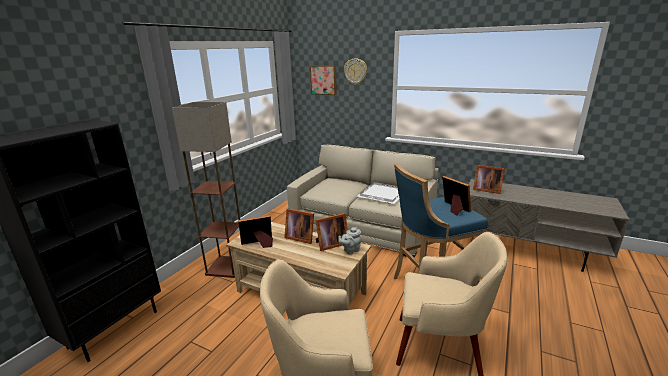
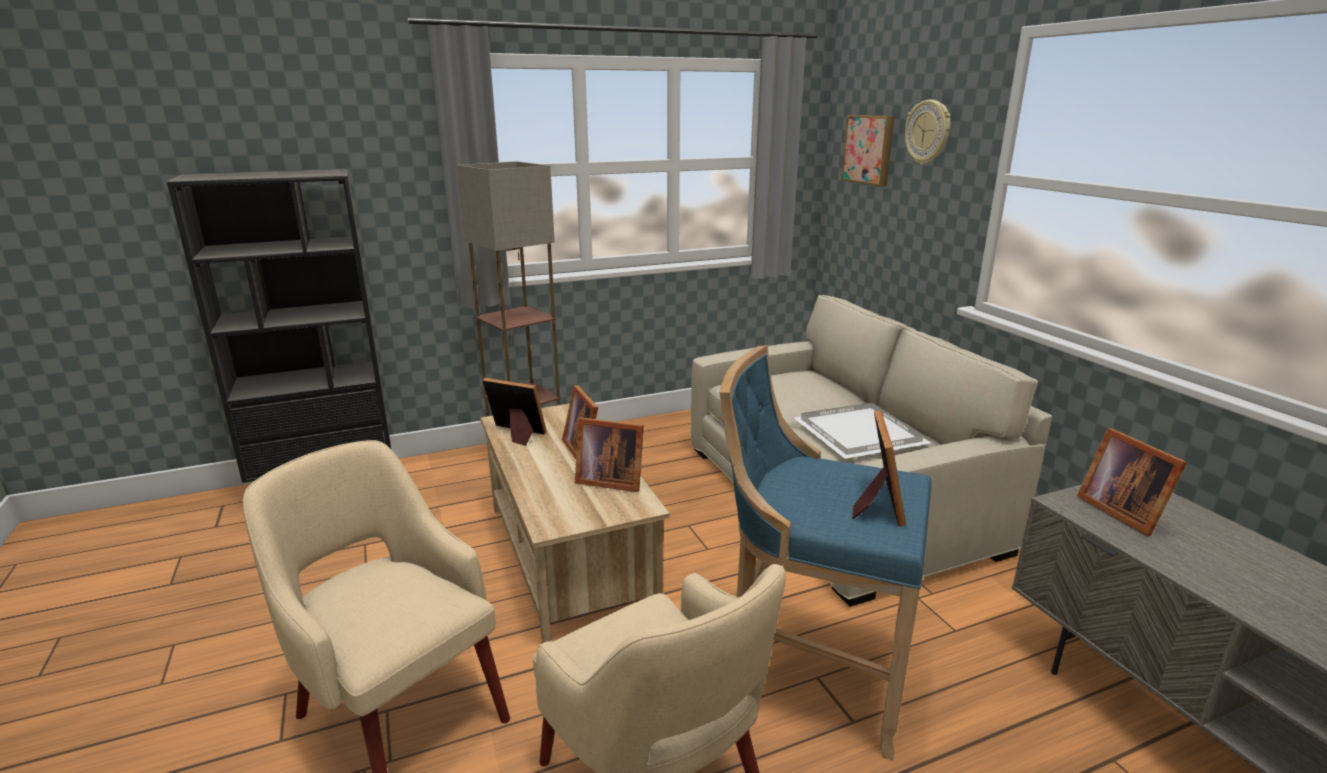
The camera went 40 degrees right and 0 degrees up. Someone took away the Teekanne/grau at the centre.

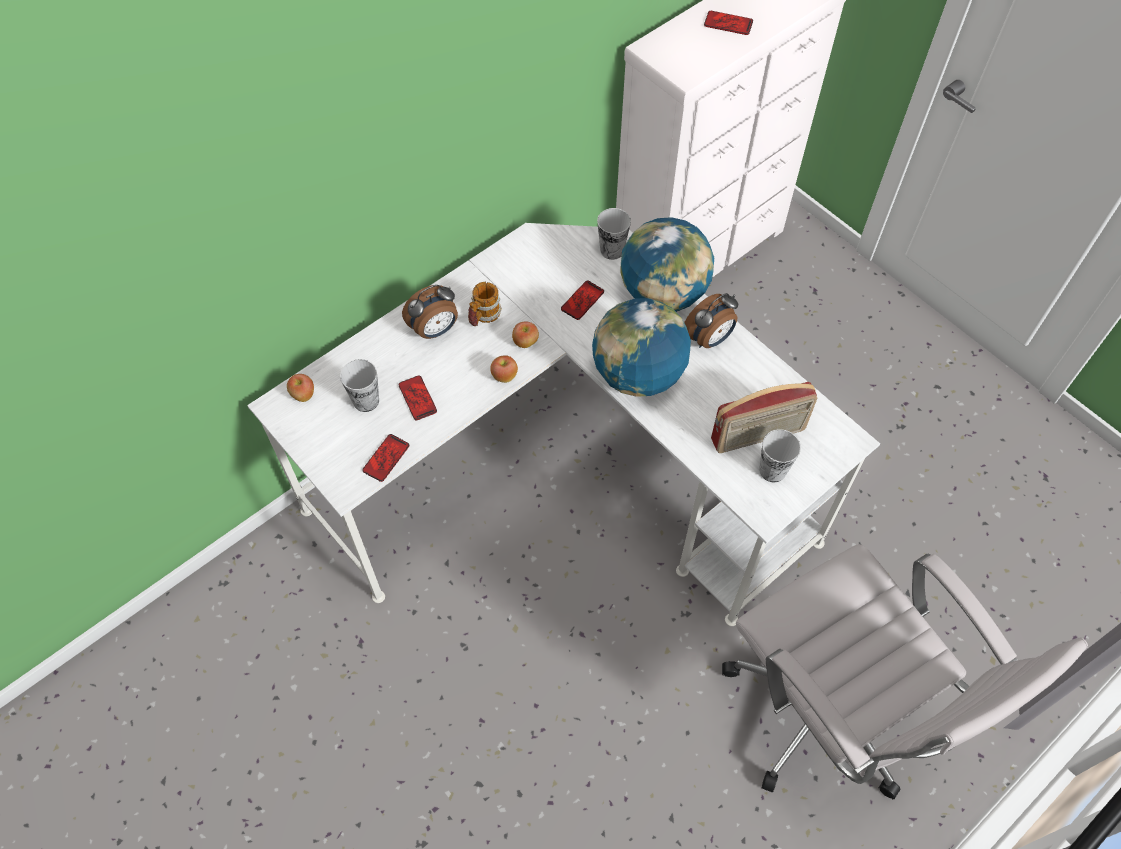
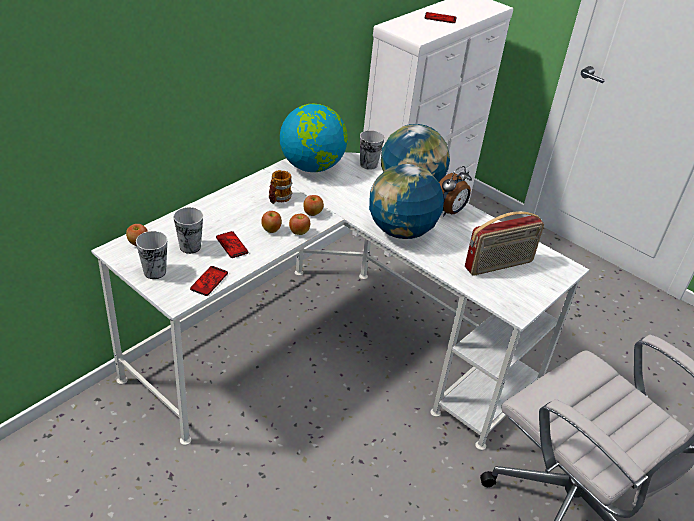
The camera went 10 degrees left and 20 degrees down. Someone took away the Wecker (no. 1 from left) at the centre. Someone took away the Handy (no. 3 from left) at the centre. Someone put down the Apfel (no. 2 from left) at the centre. Someone put down the Globus (no. 1 from left) at the top centre. Someone carried the Tasse (no. 3 from left in the first image) from the middle right to the middle left.

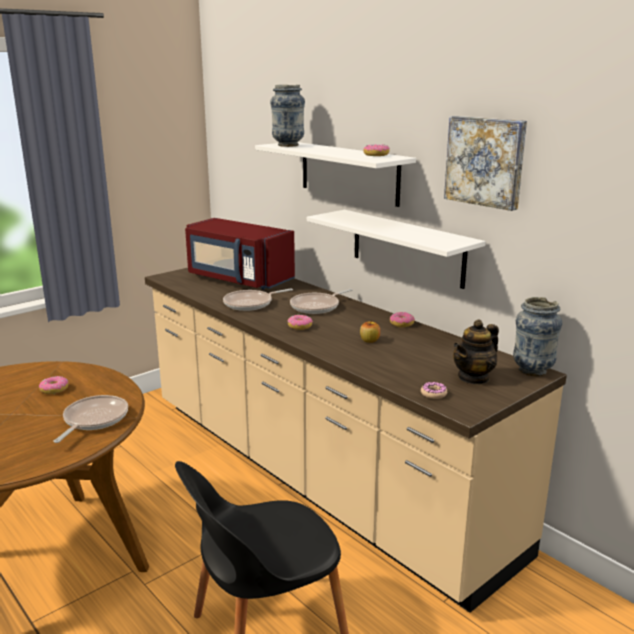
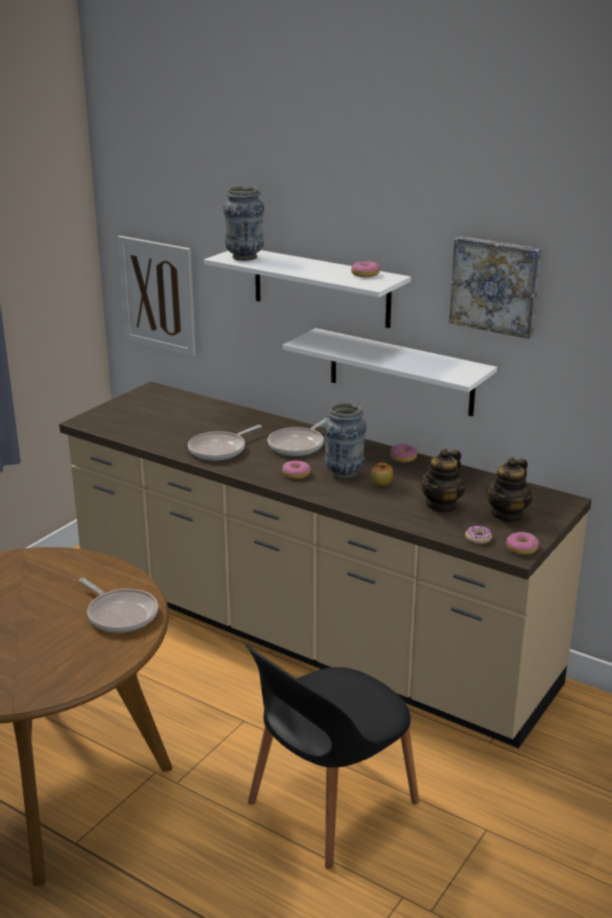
The camera went 15 degrees left and 5 degrees up. Someone took away the Mikrowelle/rot at the centre. Someone put up the Bild (no. 1 from left) at the top left. Someone put down the Teekanne (no. 1 from left) at the middle right. Someone carried the Donut (no. 1 from left in the first image) from the middle left to the middle right. Someone carried the Vase (no. 2 from left) from the middle right to the centre. Someone rotated the Pfanne (no. 1 from left) at the middle left by 135 degrees clockwise.

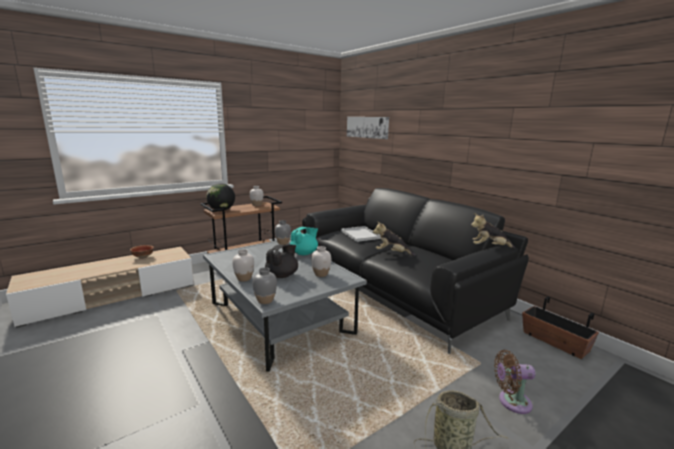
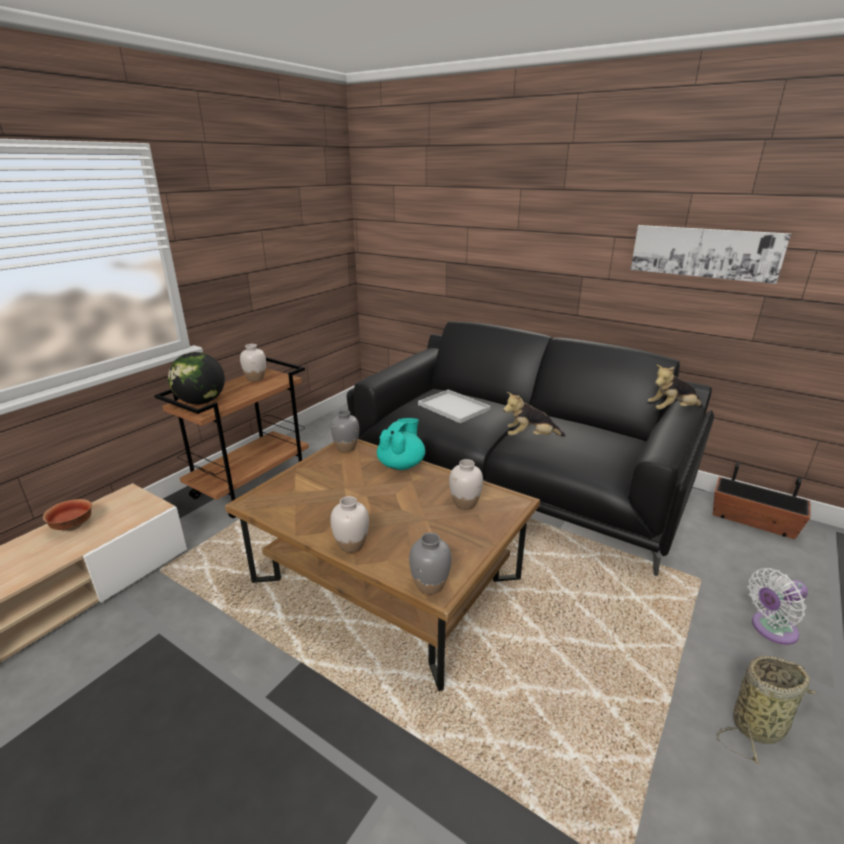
The camera went 20 degrees left and 10 degrees up. Someone took away the Teekanne/schwarz at the centre. Someone carried the Bild from the top centre to the top right. Someone repainted the Couchtisch/grau at the bottom centre, which became the Couchtisch/braun at the bottom centre. Someone repainted the Ventilator/braun at the bottom right, which became the Ventilator/weiß at the bottom right.

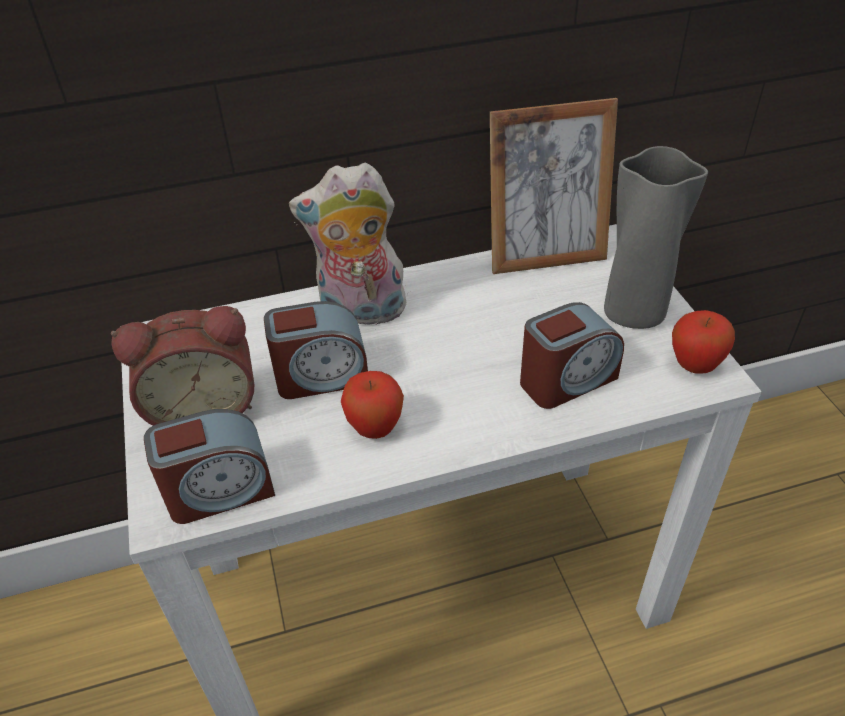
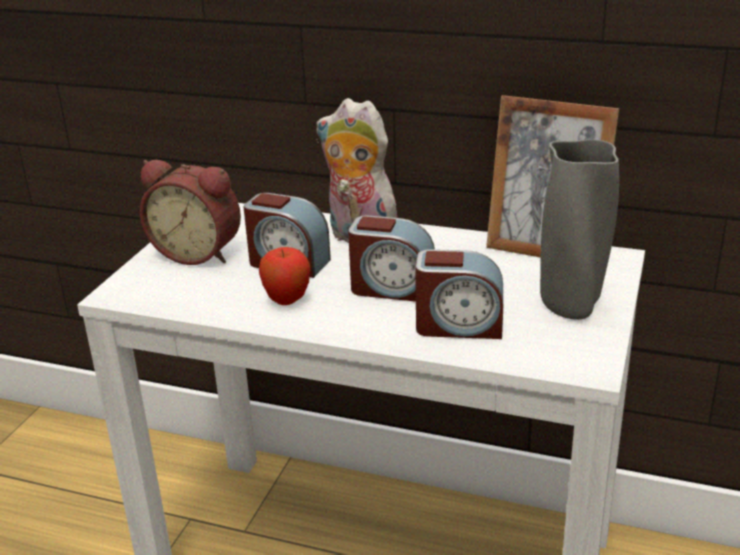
The camera went 35 degrees right and 15 degrees down. Someone took away the Apfel (no. 2 from left) at the middle right. Someone carried the Wecker (no. 2 from left in the first image) from the middle left to the centre.

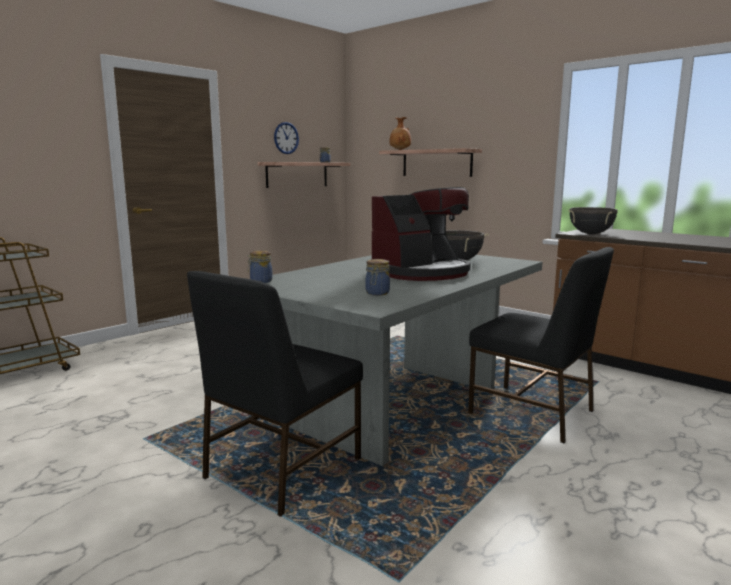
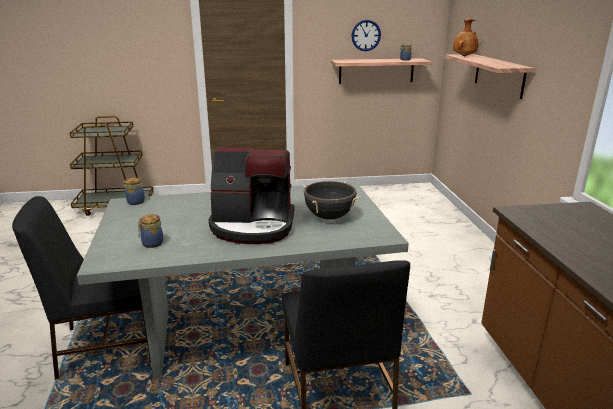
The camera went 40 degrees right and 10 degrees up. Someone took away the Kochtopf/schwarz (no. 2 from left) at the middle right.

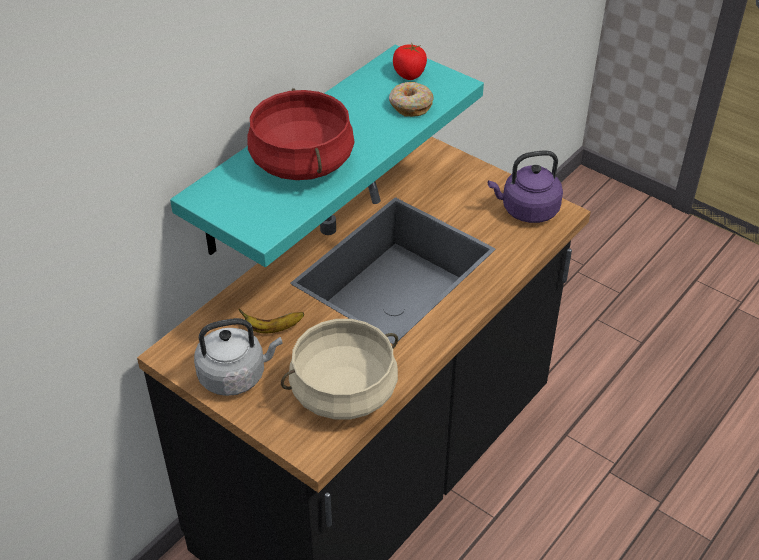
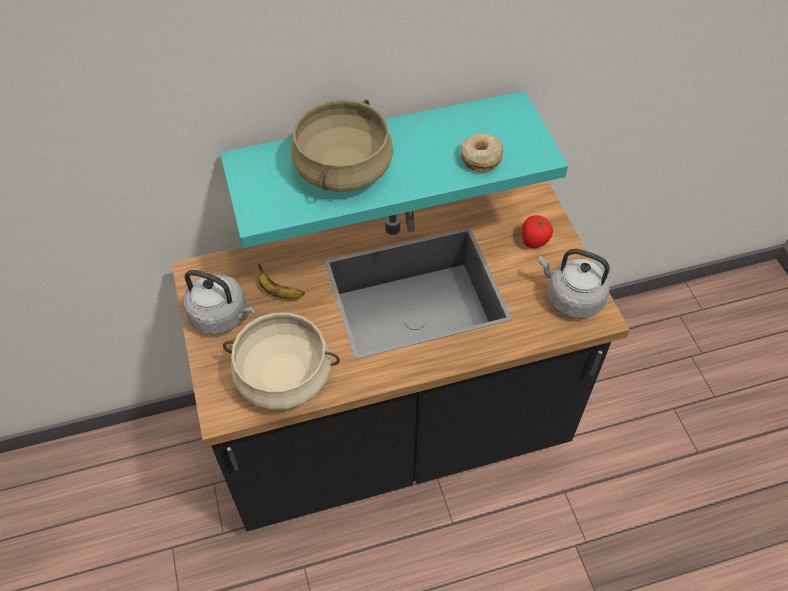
The camera went 35 degrees right and 10 degrees up. Someone carried the Tomate from the top centre to the middle right. Someone repainted the Kochtopf/rot at the top centre, which became the Kochtopf/beige (no. 2 from left) at the top centre. Someone repainted the Wasserkessel/lila at the top right, which became the Wasserkessel/grau (no. 2 from left) at the middle right.

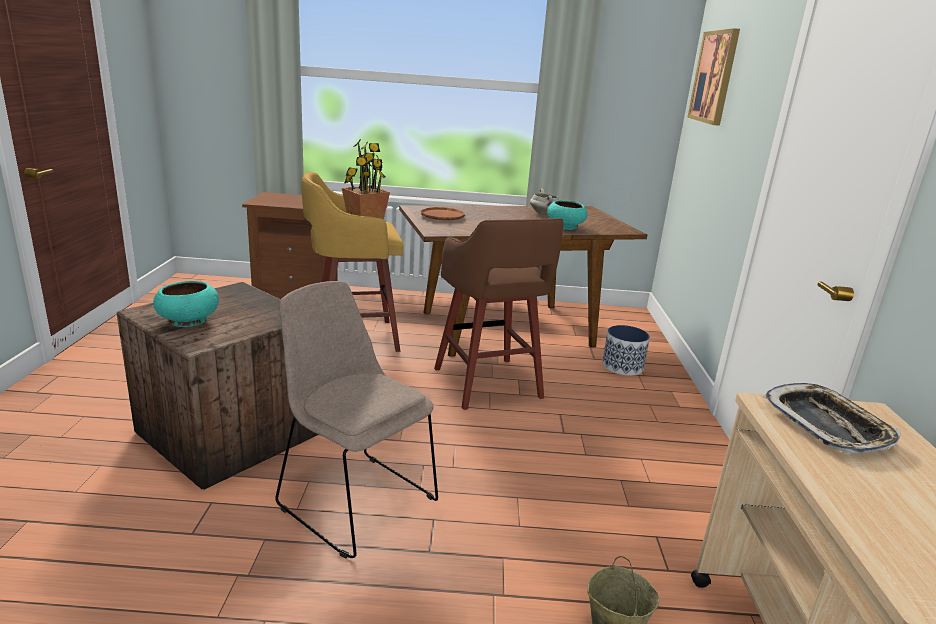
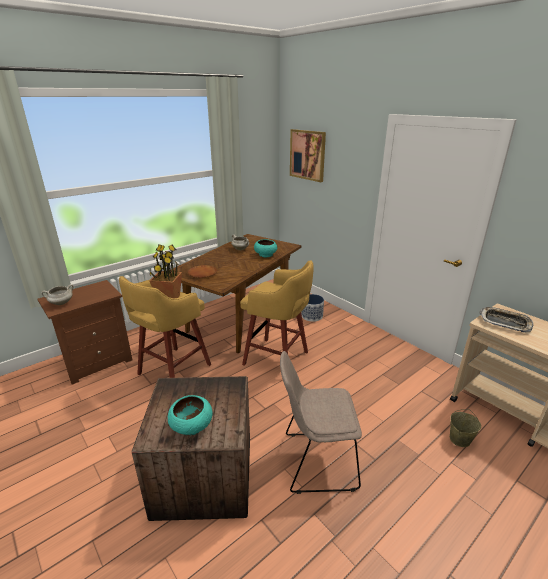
The camera went 40 degrees left and 5 degrees up. Someone put down the Kochtopf/weiß (no. 1 from left) at the middle left. Someone repainted the Hocker/braun at the centre, which became the Hocker/gelb (no. 2 from left) at the centre.

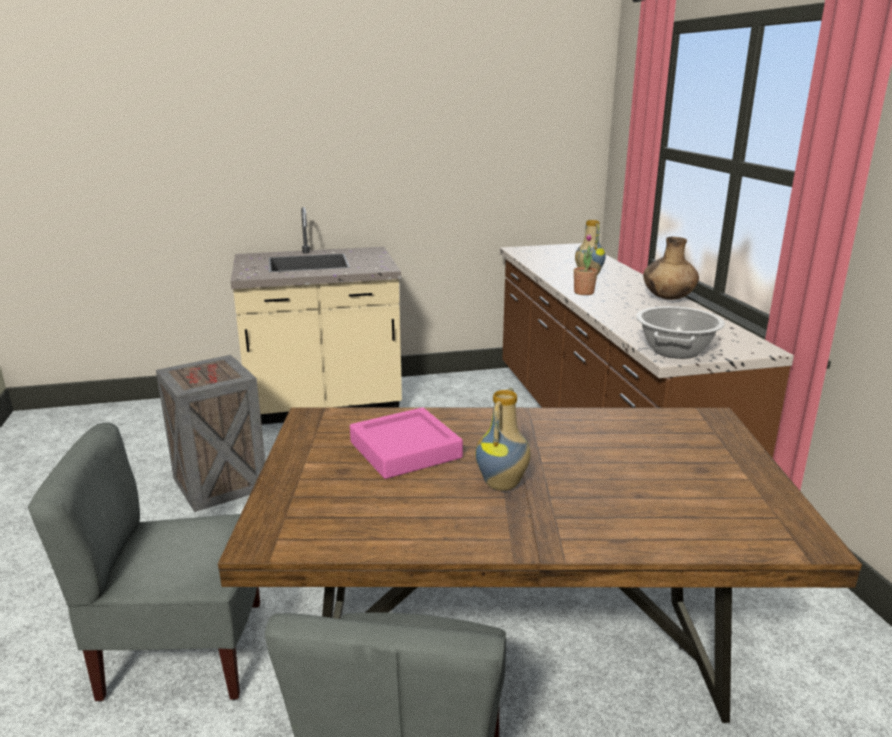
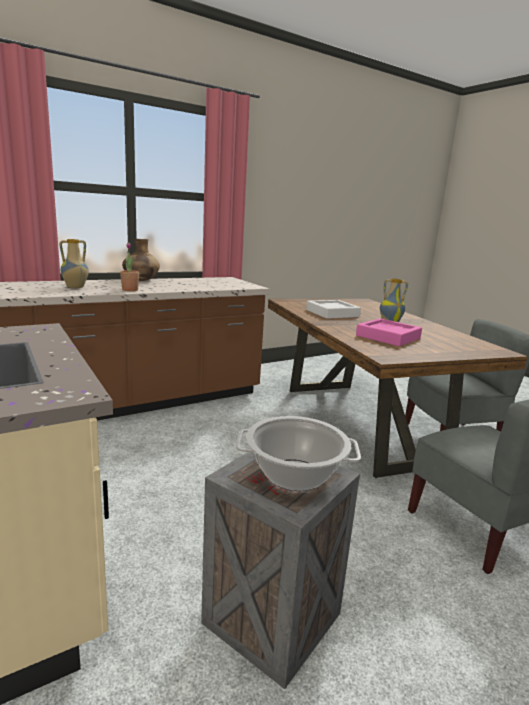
The camera went 110 degrees left and 5 degrees down. Someone put down the Tablett/weiß at the centre. Someone carried the Kochtopf from the middle right to the centre.

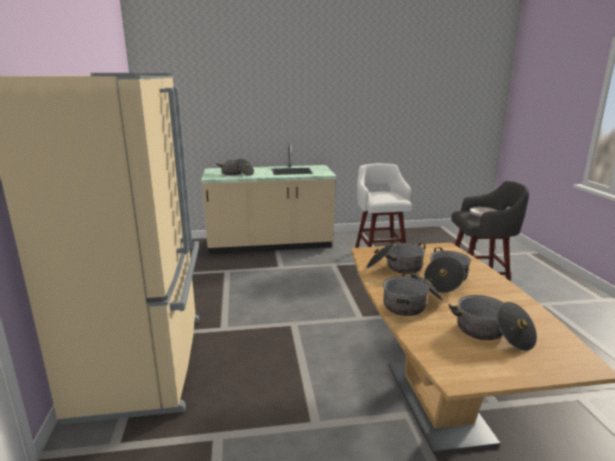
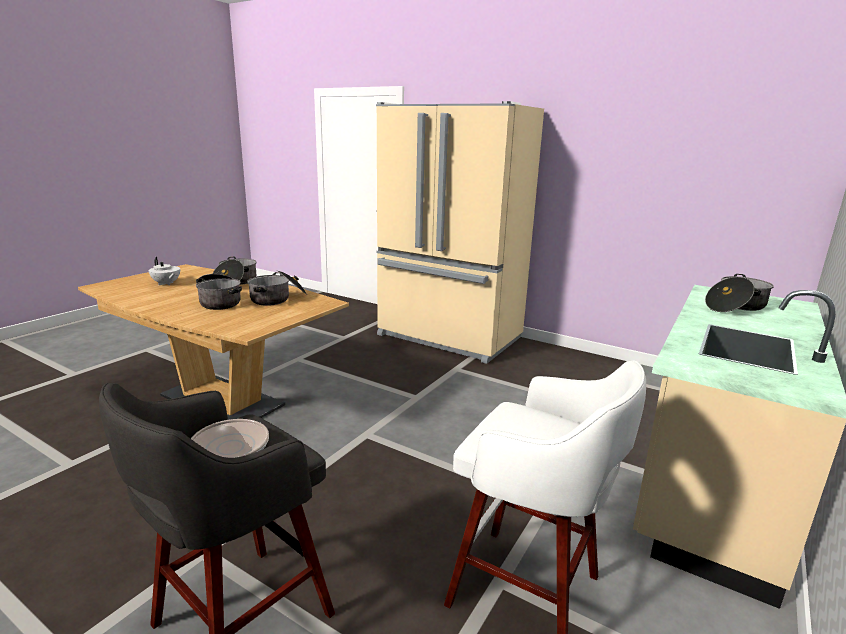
The camera went 130 degrees right and 0 degrees up. Someone swapped the Kochtopf (no. 5 from left) at the bottom right for the Teekanne/weiß at the middle left.

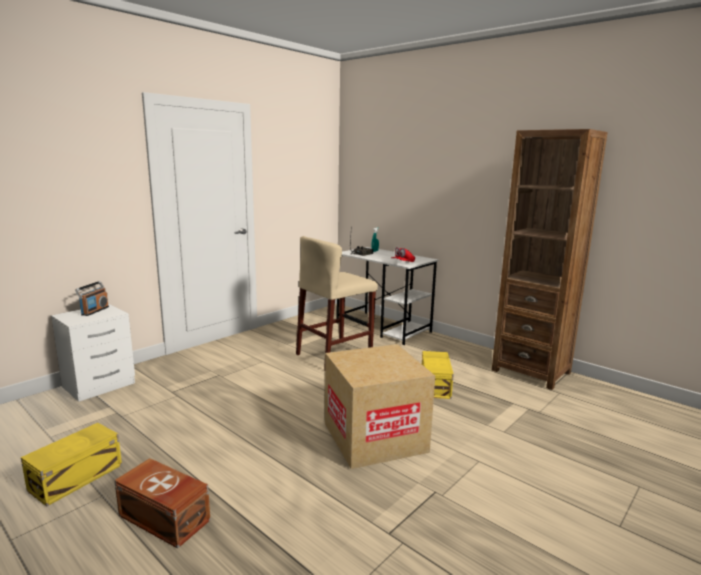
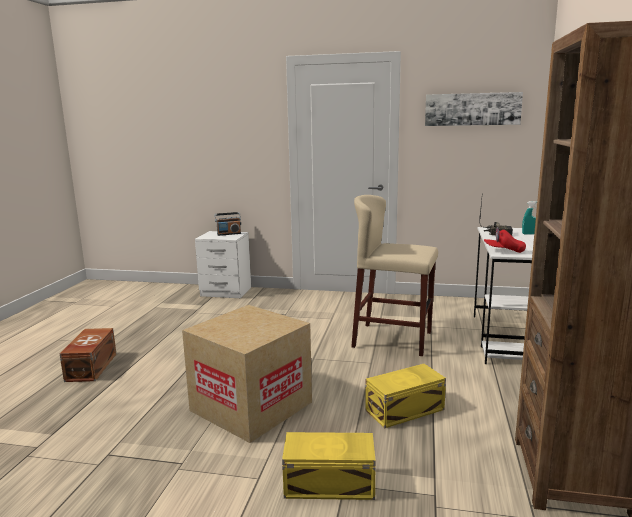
The camera went 60 degrees right and 0 degrees up. Someone put up the Bild at the top right. Someone carried the Aufbewahrungsbox/gelb (no. 1 from left) from the bottom left to the bottom centre.

